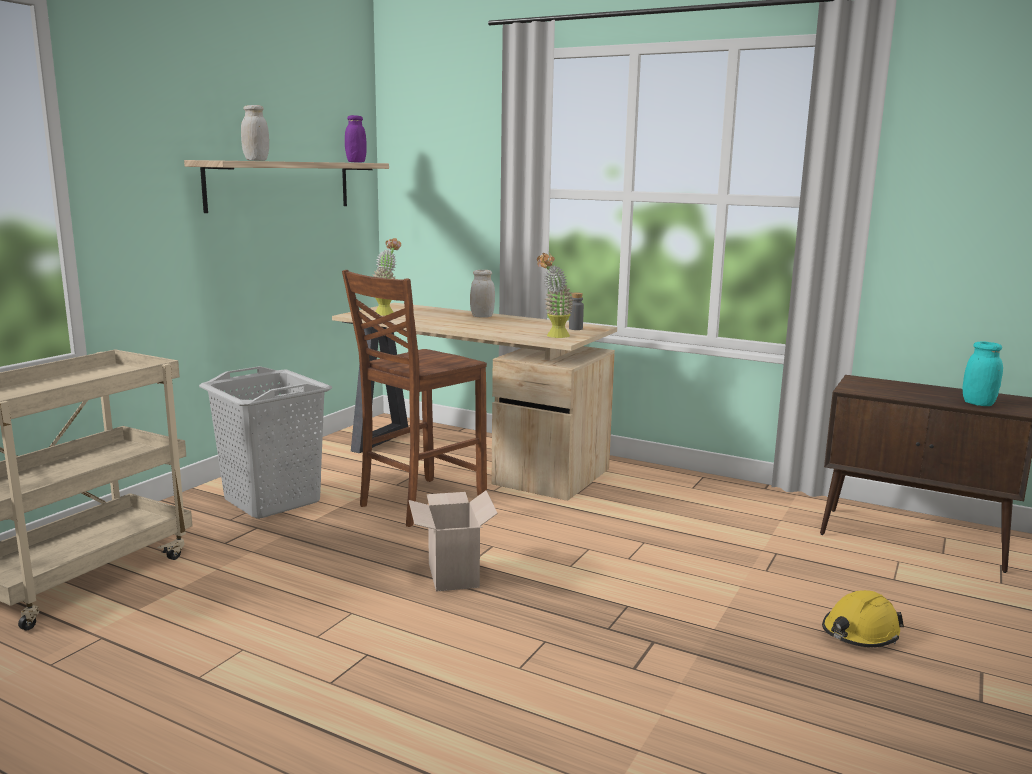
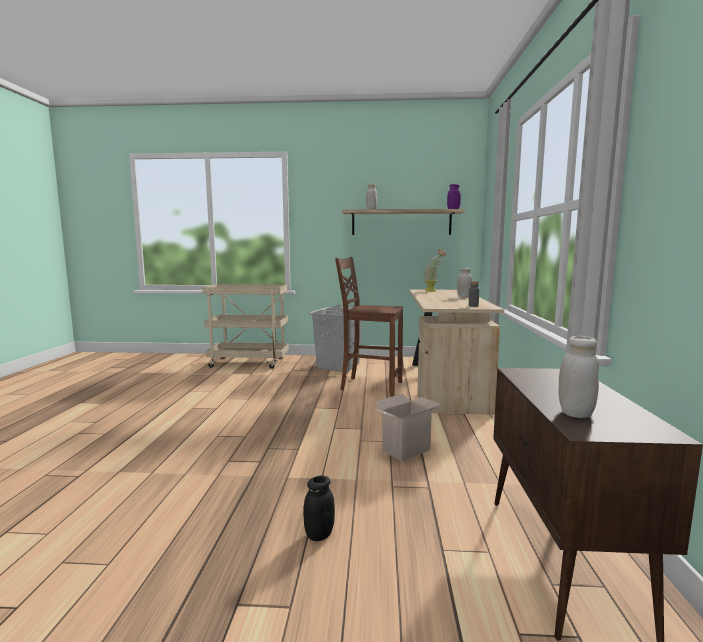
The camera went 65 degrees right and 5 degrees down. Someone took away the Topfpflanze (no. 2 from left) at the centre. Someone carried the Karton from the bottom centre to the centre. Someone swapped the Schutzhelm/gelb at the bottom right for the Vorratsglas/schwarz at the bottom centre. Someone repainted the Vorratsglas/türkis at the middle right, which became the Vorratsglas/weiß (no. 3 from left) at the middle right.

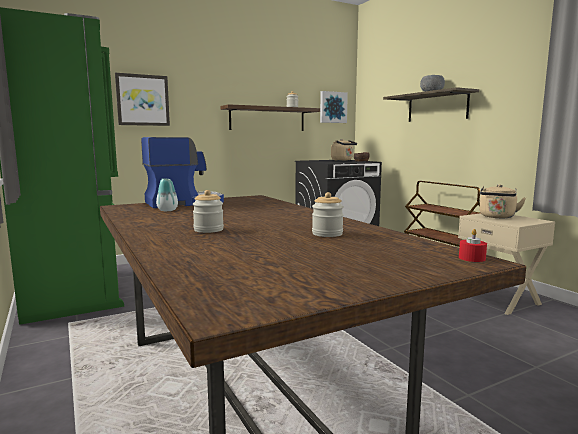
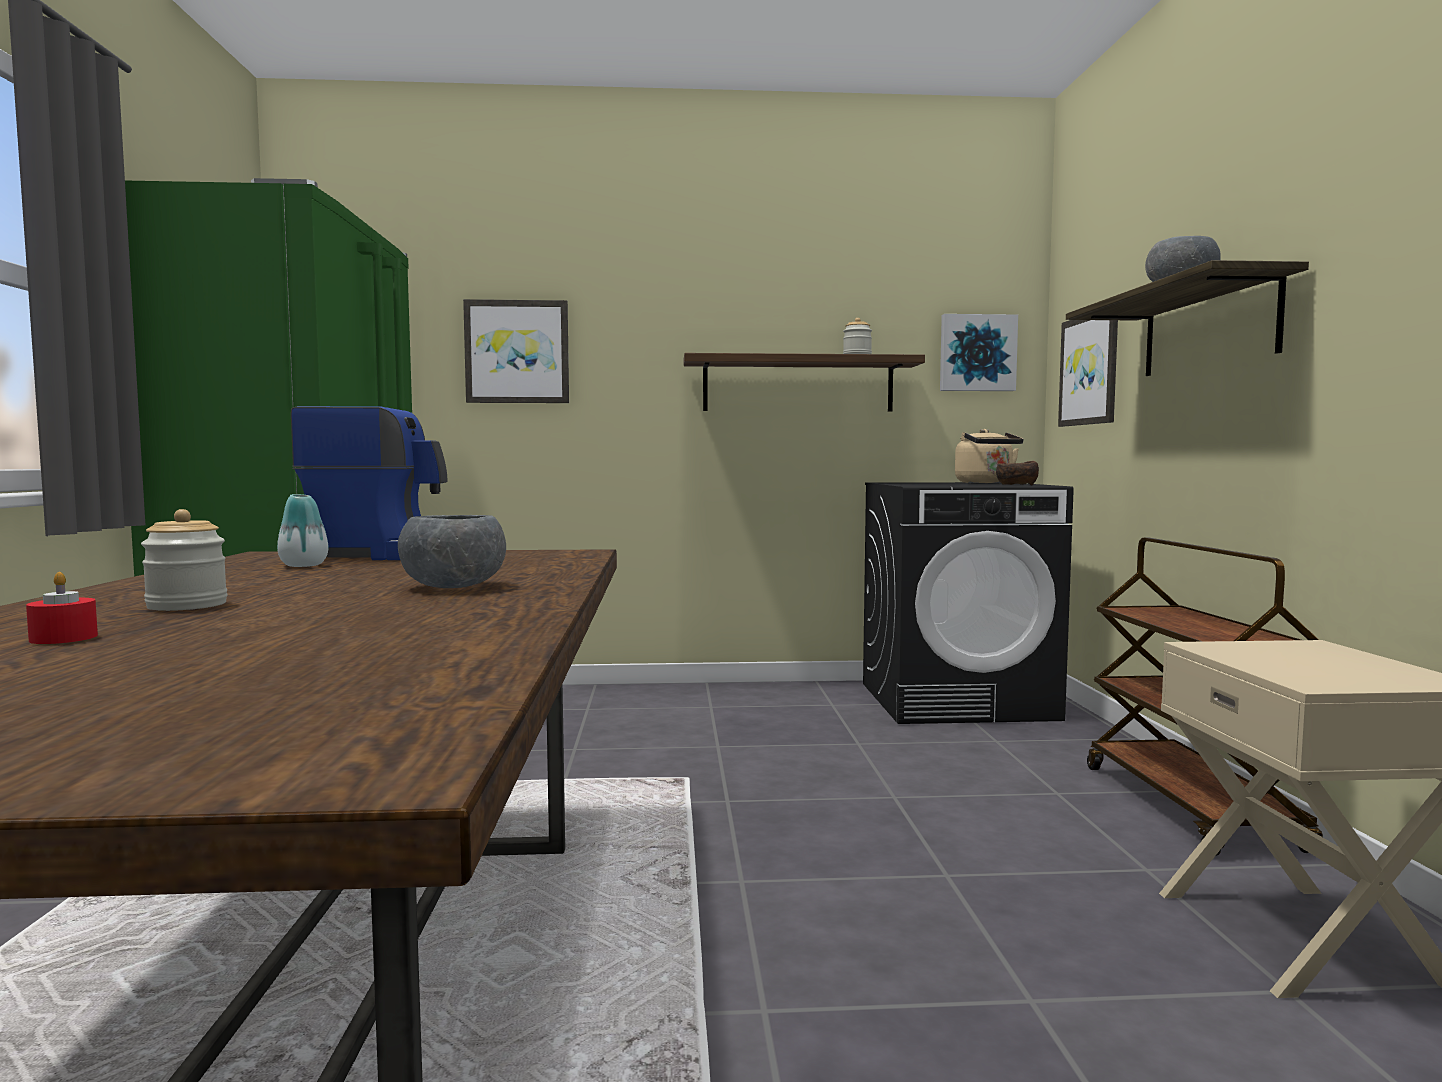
The camera went 25 degrees right and 5 degrees down. Someone took away the Vorratsglas (no. 3 from left) at the centre. Someone took away the Wasserkessel/beige (no. 2 from left) at the middle right. Someone put down the Schüssel/grau (no. 1 from left) at the middle left. Someone put up the Bild (no. 3 from left) at the middle right. Someone carried the Kerze/rot from the middle right to the middle left.

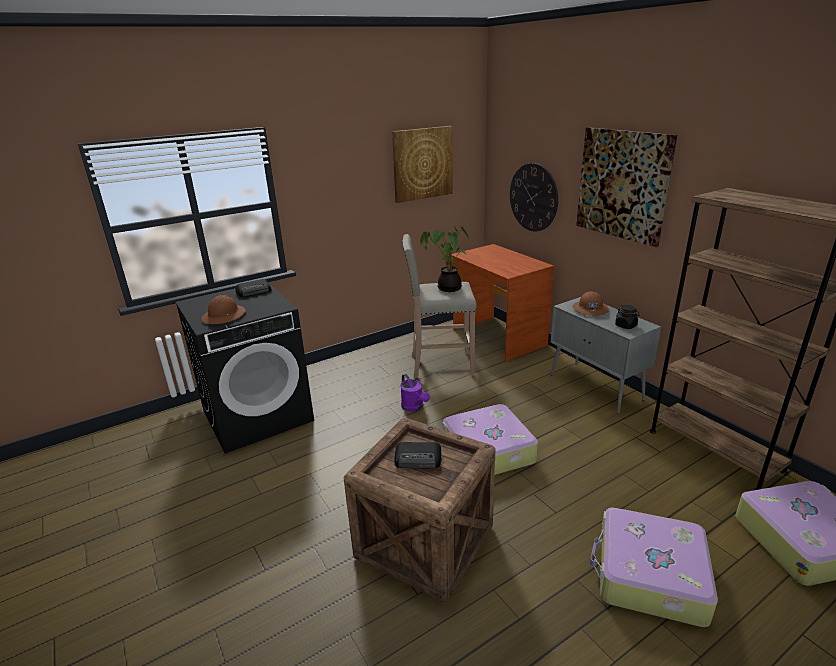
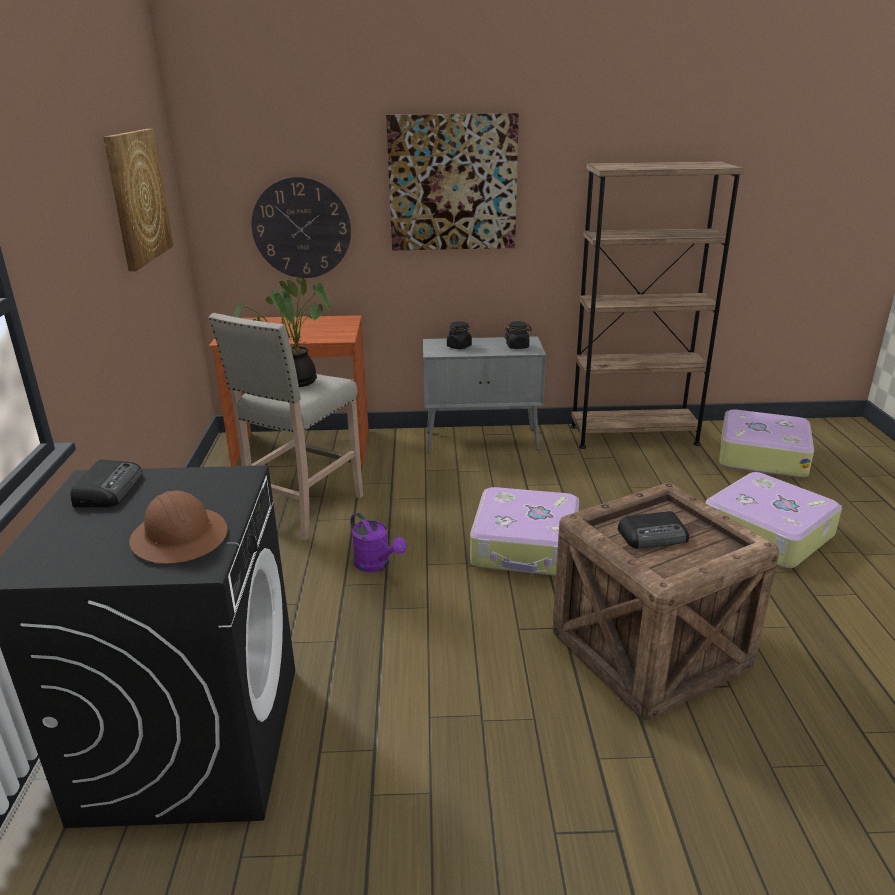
The camera went 60 degrees left and 0 degrees up. Someone swapped the Schutzhelm/braun (no. 2 from left) at the middle right for the Vorratsglas/schwarz (no. 1 from left) at the centre. Someone rotated the Radio (no. 2 from left) at the bottom centre by 45 degrees clockwise. Someone rotated the Gießkanne/lila at the centre by 45 degrees clockwise.

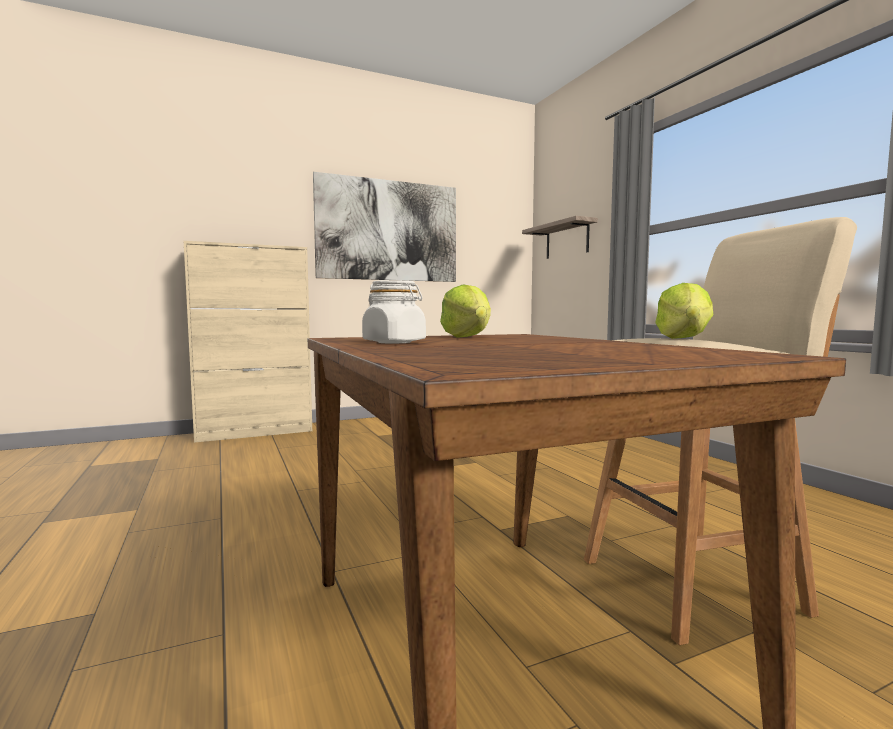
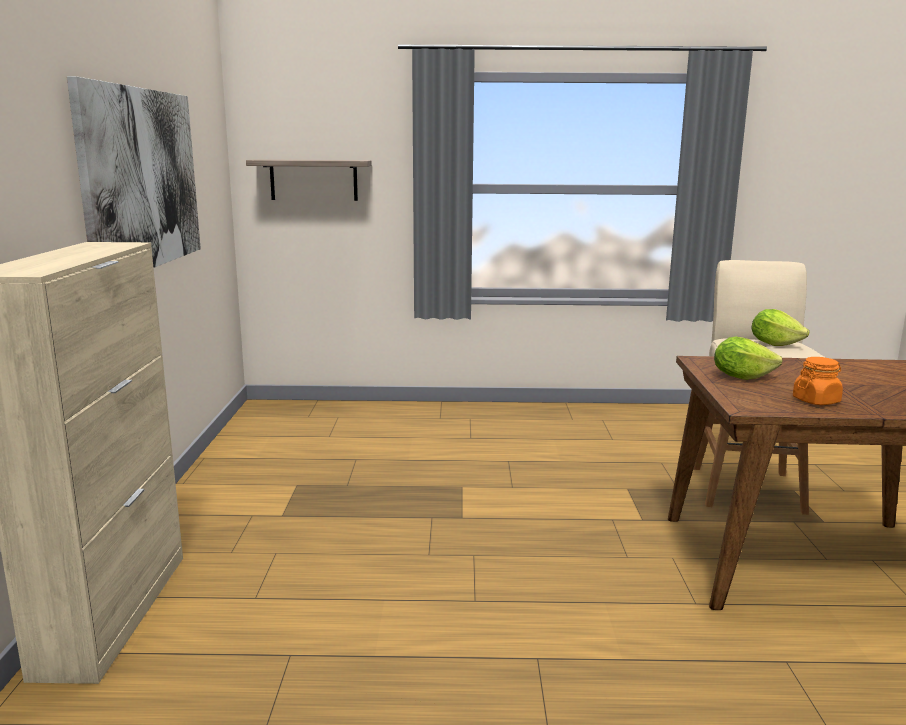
The camera went 65 degrees left and 10 degrees up. Someone repainted the Vorratsglas/weiß at the centre, which became the Vorratsglas/orange at the middle right.

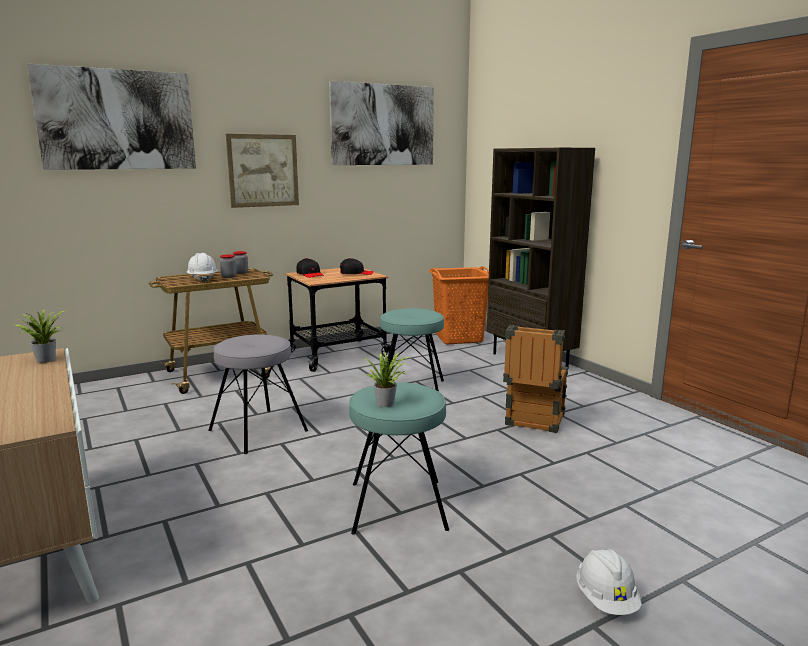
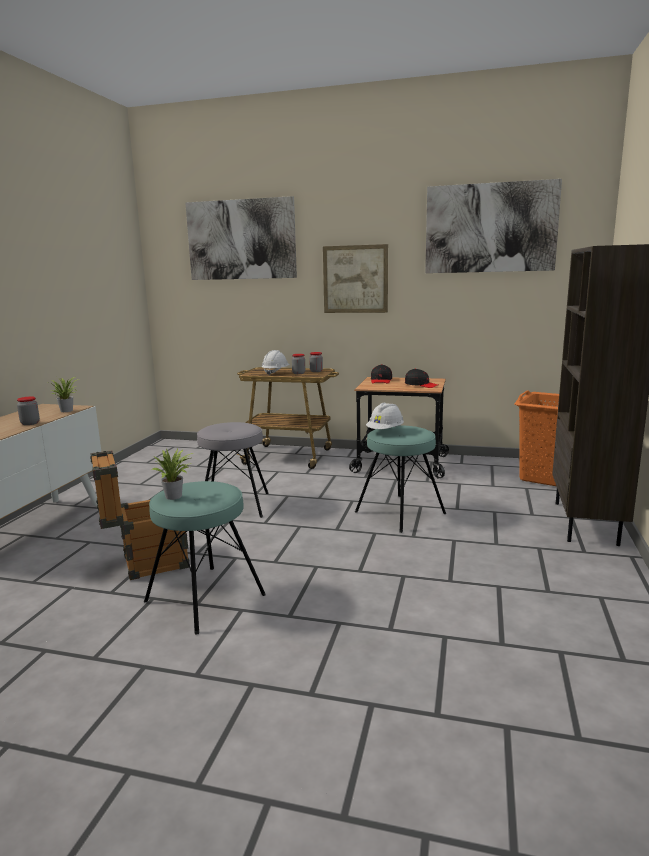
The camera went 45 degrees right and 0 degrees up. Someone put down the Vorratsglas (no. 1 from left) at the middle left. Someone carried the Kiste from the centre to the middle left. Someone carried the Schutzhelm/weiß (no. 2 from left) from the bottom right to the centre.

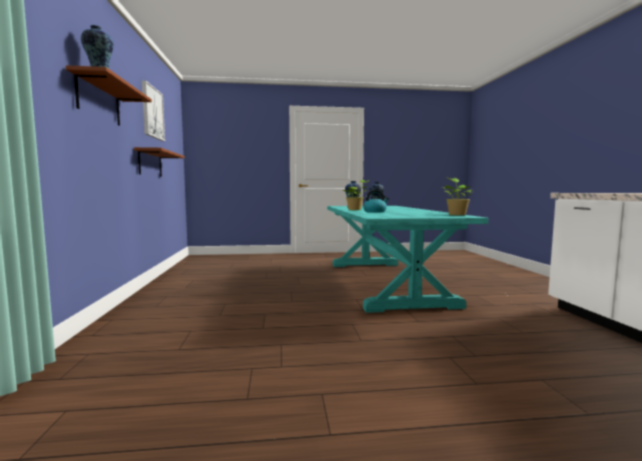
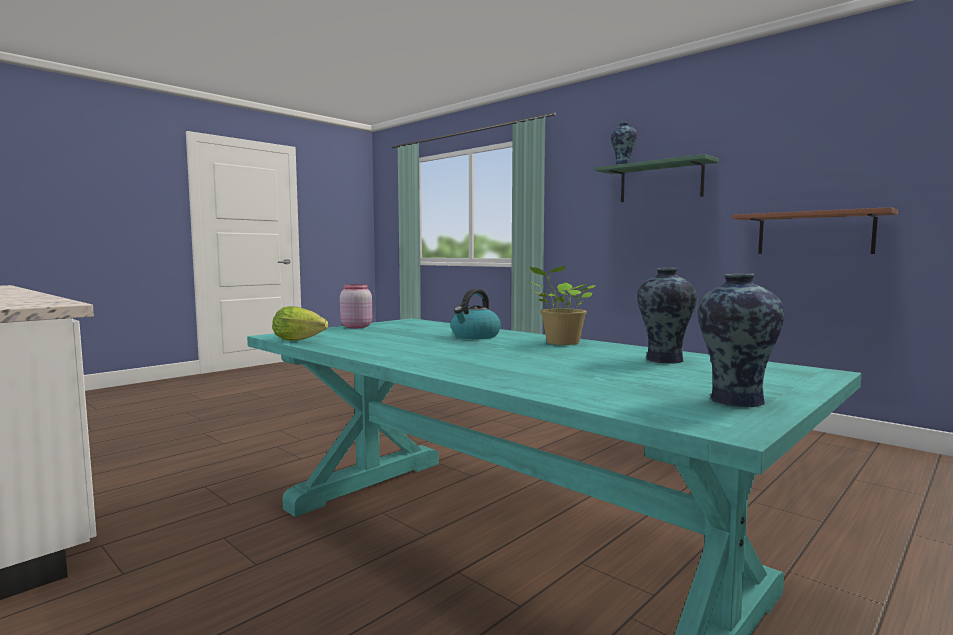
The camera went 140 degrees right and 0 degrees up. Someone took away the Bild at the top left. Someone put down the Vorratsglas/rosa at the centre. Someone swapped the Topfpflanze (no. 2 from left) at the middle right for the Salatkopf at the middle left. Someone repainted the Wandregal/braun (no. 1 from left) at the top left, which became the Wandregal/grün at the top right.

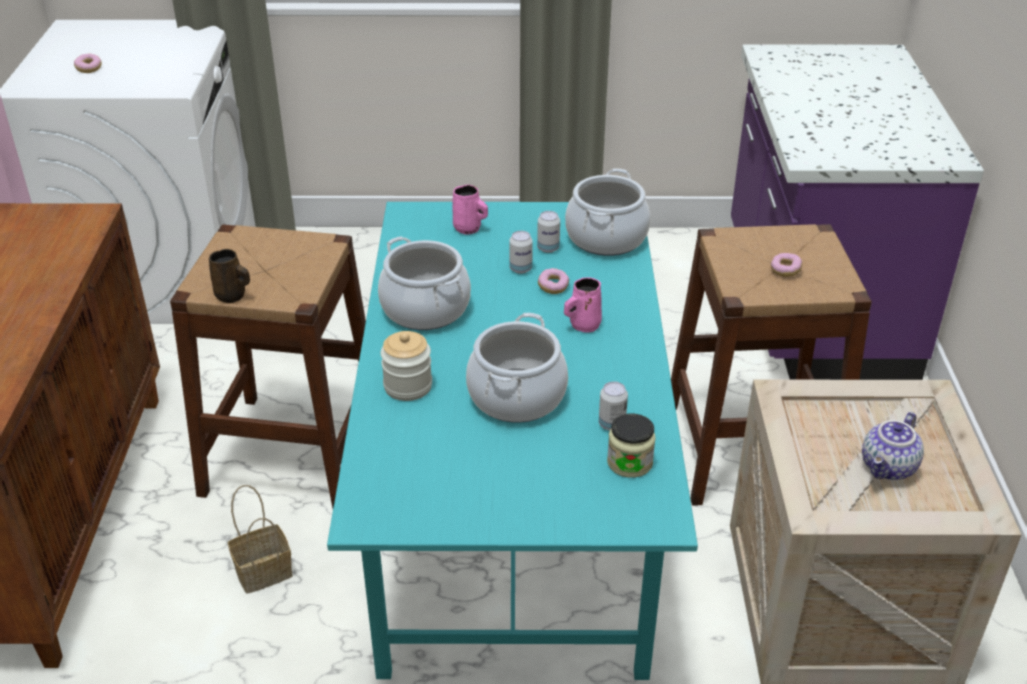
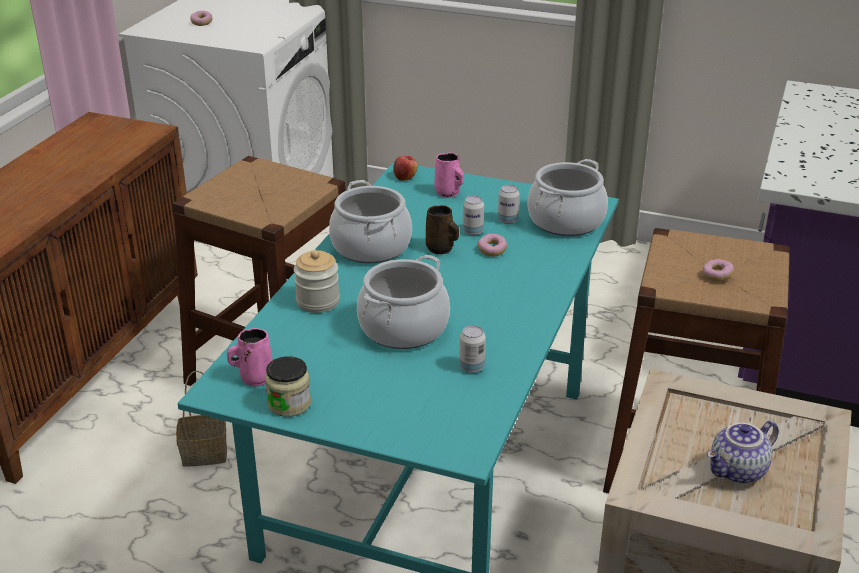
The camera went 20 degrees right and 5 degrees down. Someone put down the Apfel at the top centre. Someone carried the Henkelbecher/braun from the middle left to the centre. Someone carried the Henkelbecher/rosa (no. 2 from left in the first image) from the centre to the middle left. Someone carried the Vorratsglas (no. 2 from left in the first image) from the centre to the bottom centre.

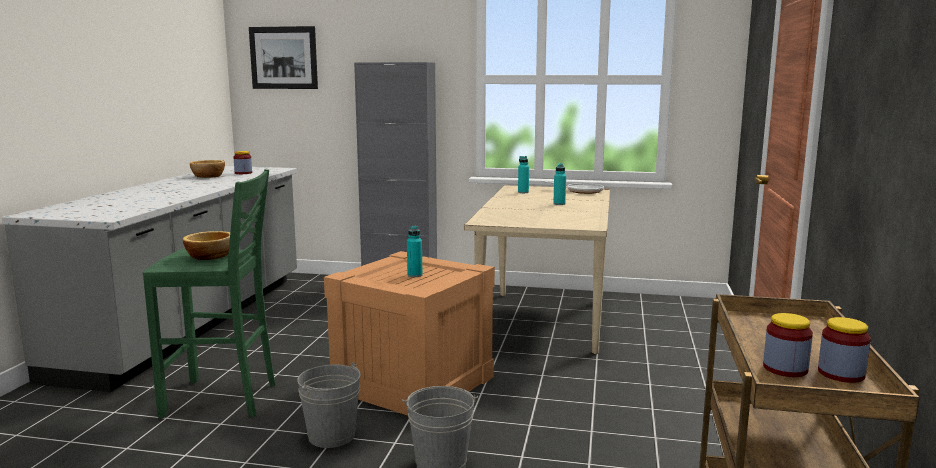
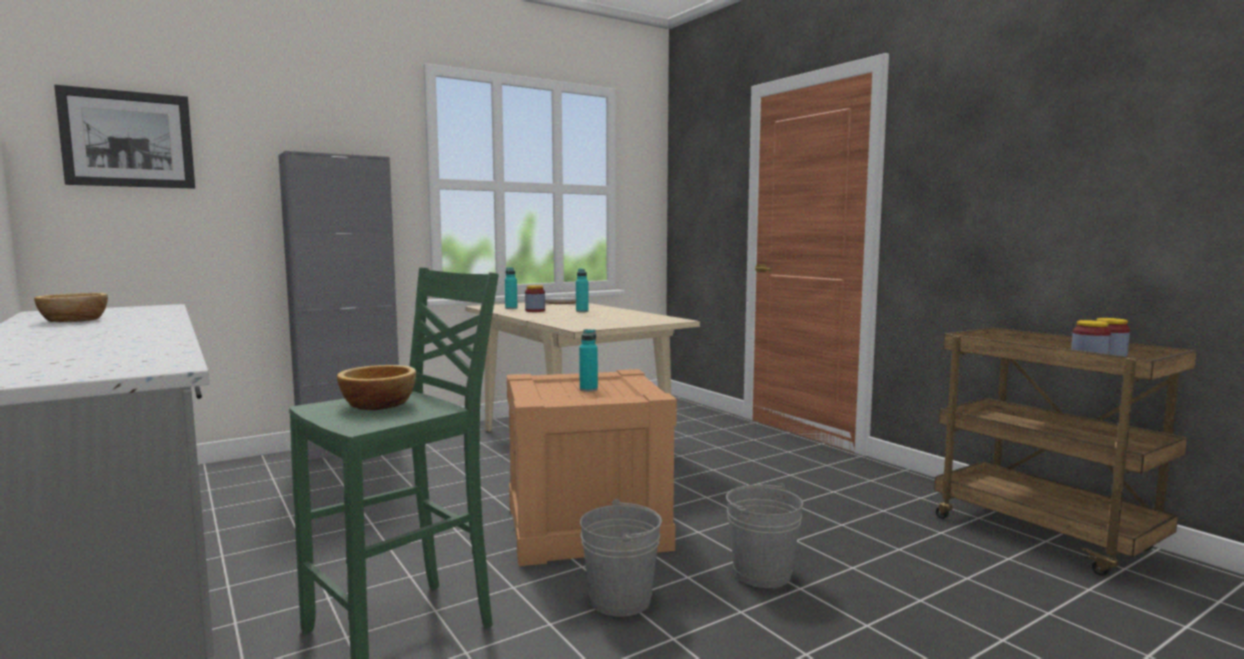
The camera went 45 degrees left and 5 degrees down. Someone carried the Vorratsglas (no. 1 from left) from the middle left to the centre.

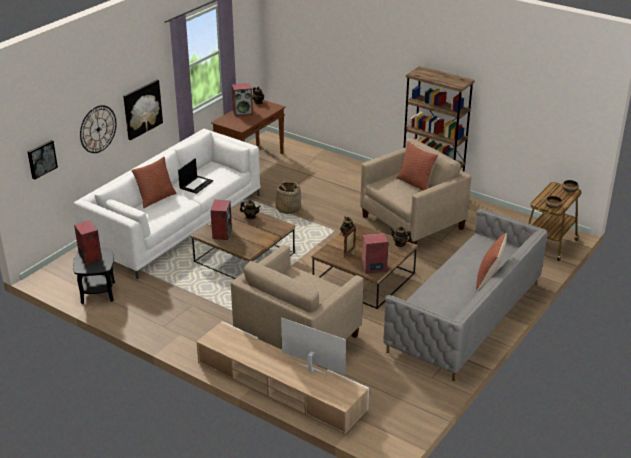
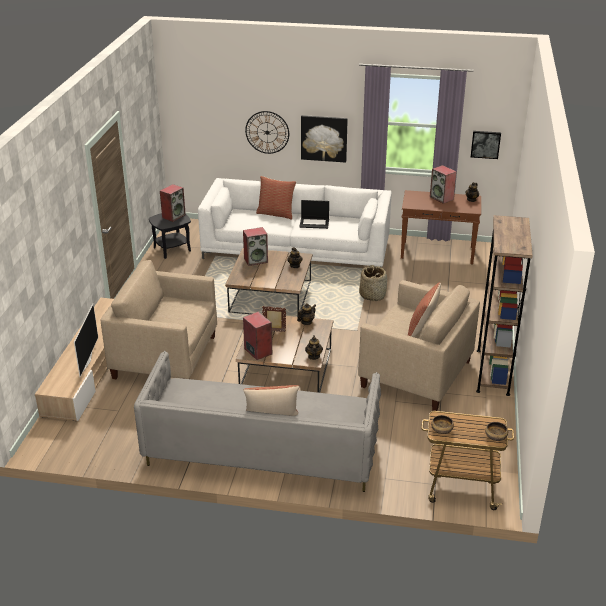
The camera went 65 degrees right and 0 degrees up. Someone carried the Bild (no. 1 from left in the first image) from the middle left to the top right.

